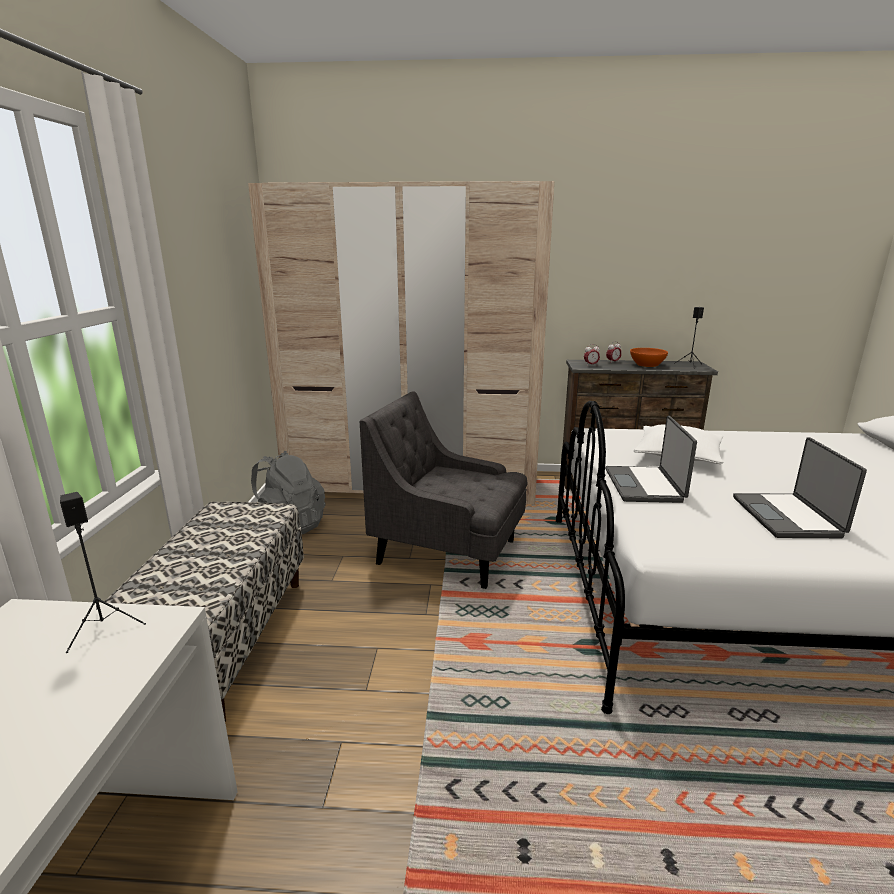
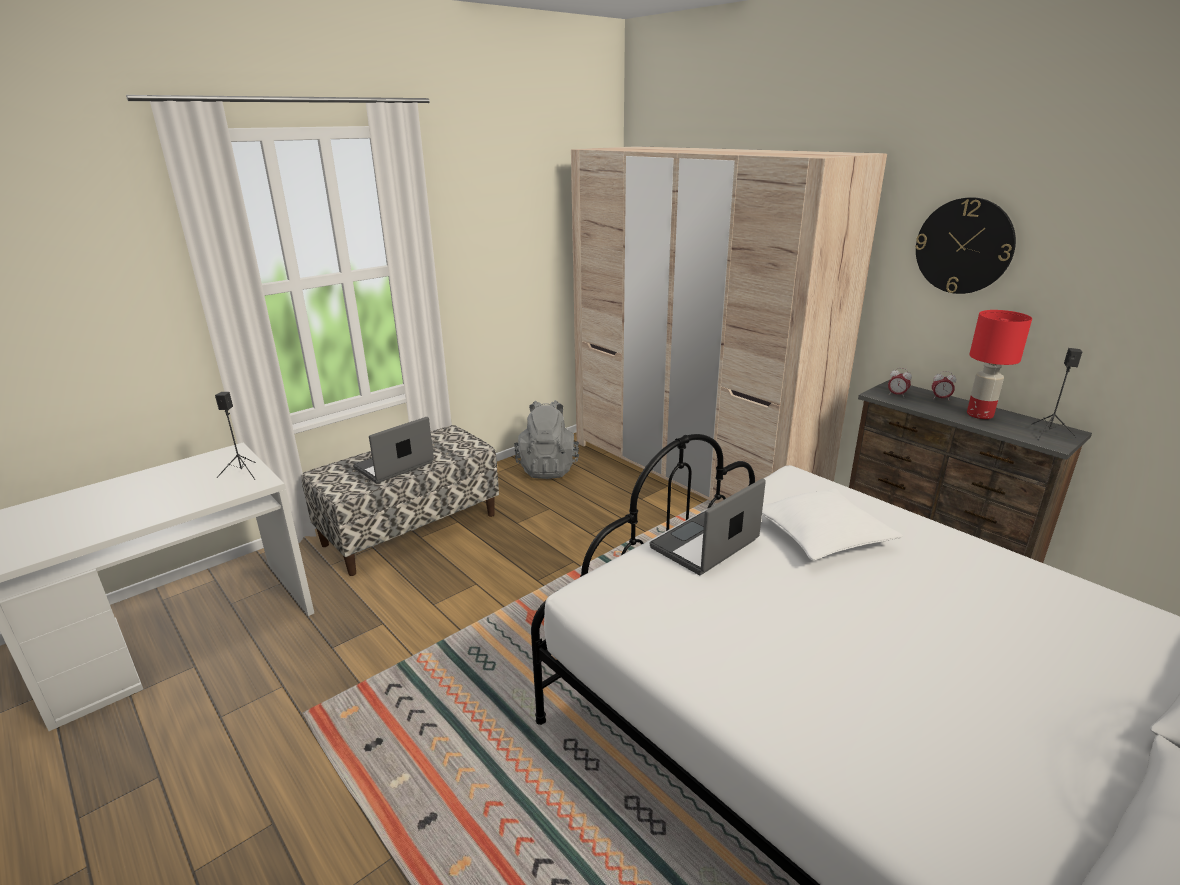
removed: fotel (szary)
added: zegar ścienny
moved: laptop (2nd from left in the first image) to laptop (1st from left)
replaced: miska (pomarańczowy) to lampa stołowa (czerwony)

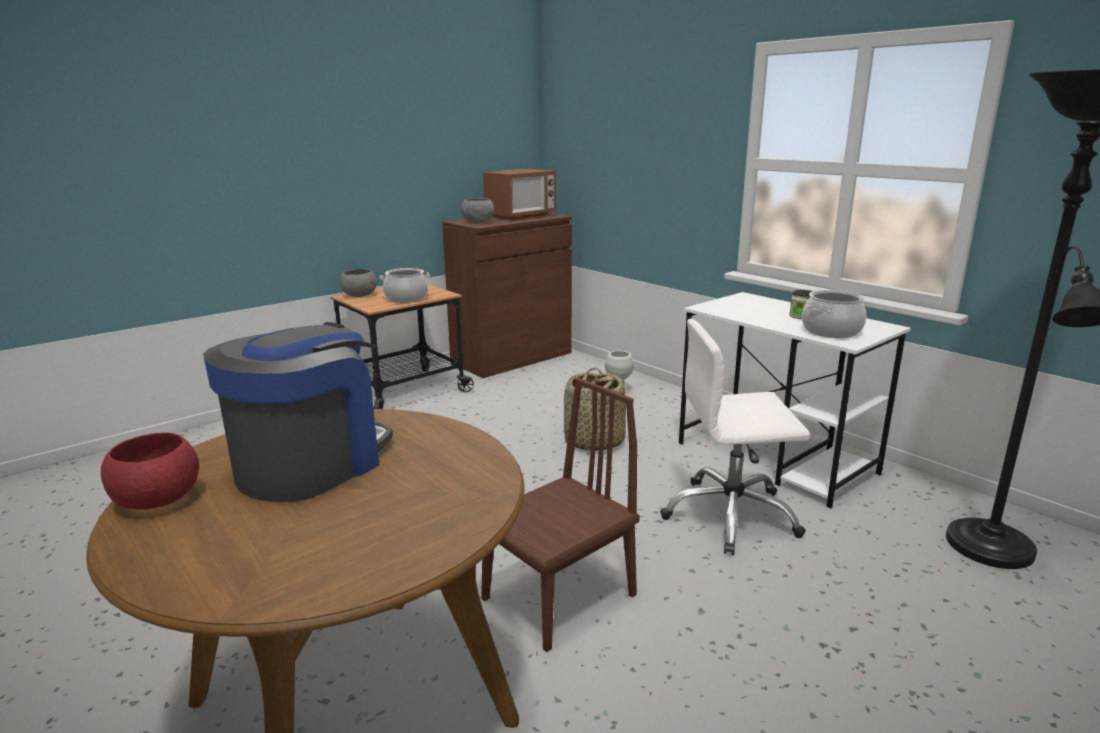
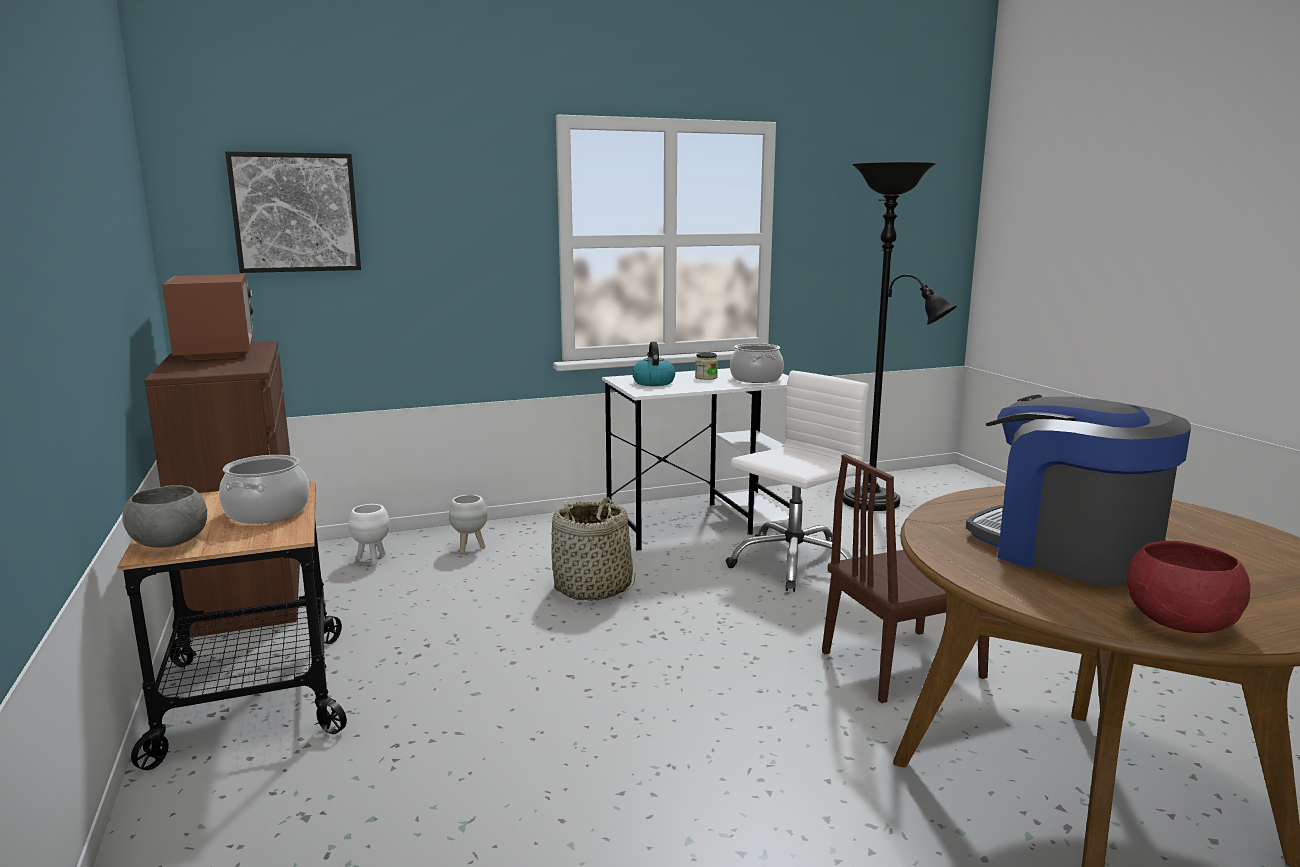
removed: miska (szary) (2nd from left)
added: obraz; czajnik; donica (biały) (1st from left)
turned: krzesło biurowe (biały) 150 degrees counterclockwise; krzesło (brązowy) 90 degrees counterclockwise

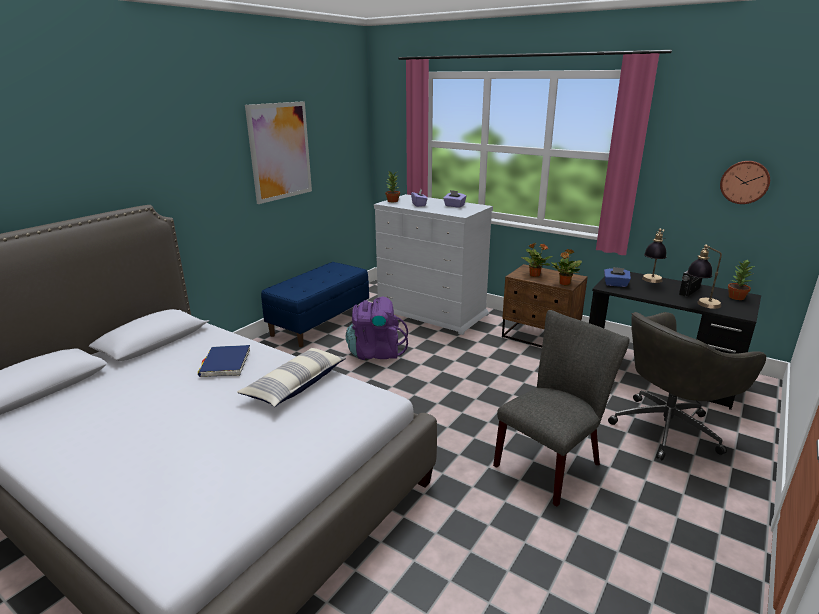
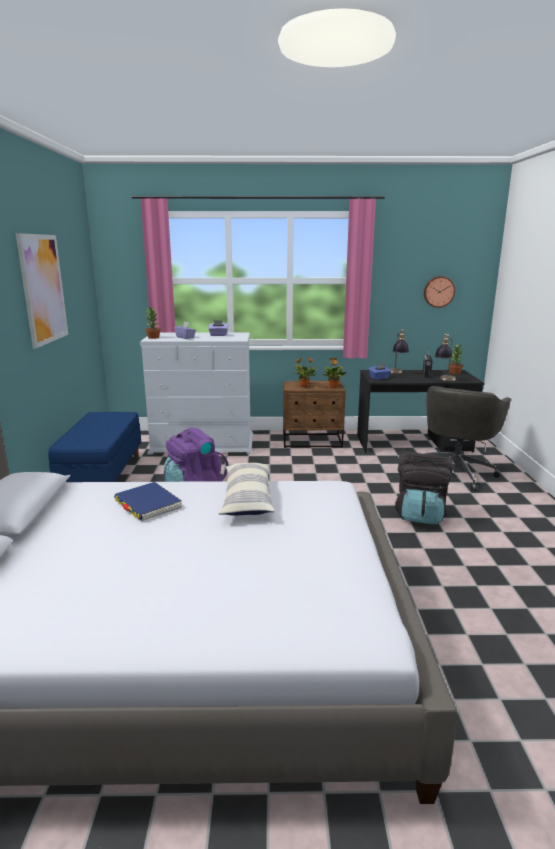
replaced: krzesło (szary) to plecak (czarny)

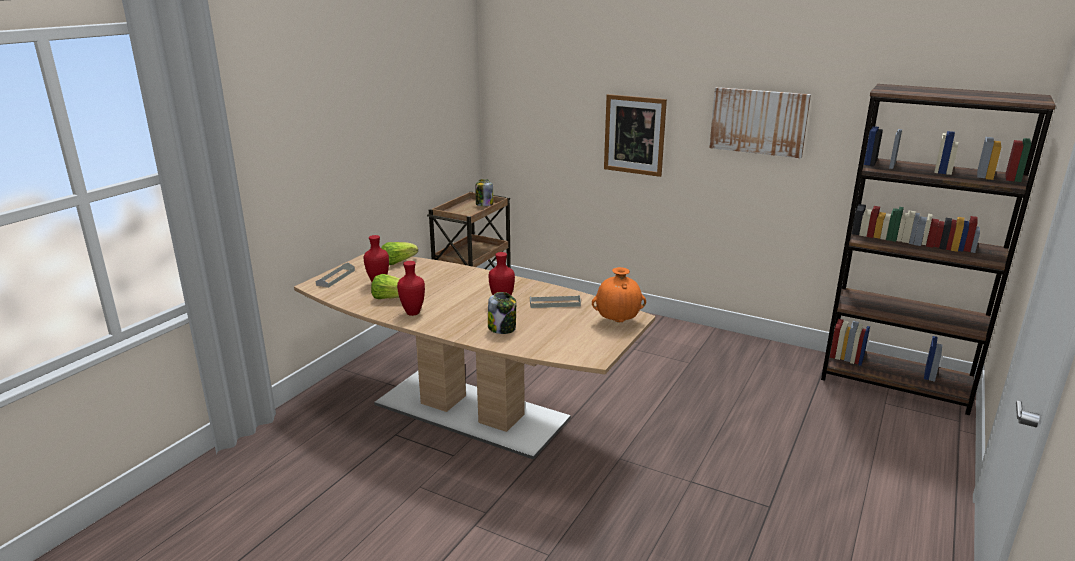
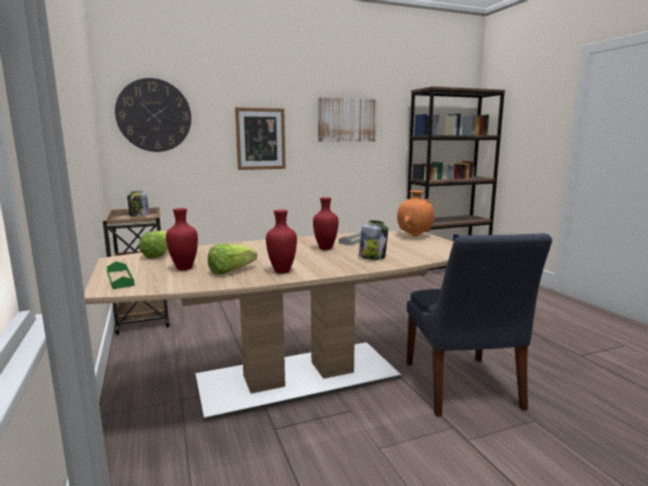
added: zegar ścienny; krzesło (niebieski)
recoloured: taca (szary) (1st from left) to taca (zielony)

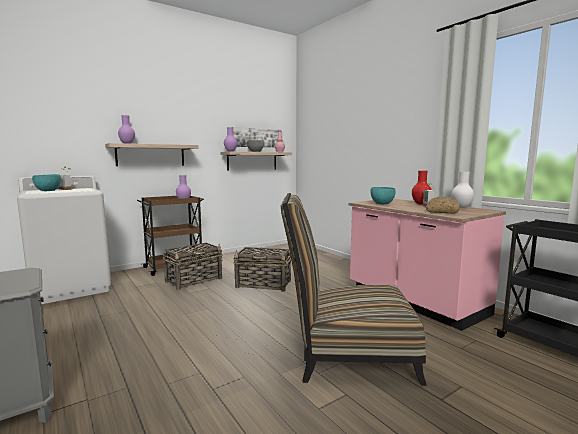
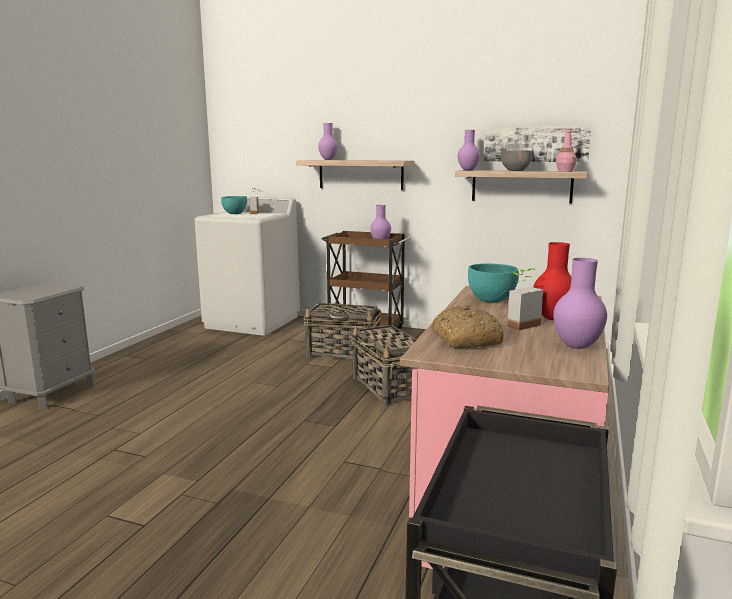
removed: krzesło
recoloured: wazon (biały) to wazon (fioletowy) (4th from left)

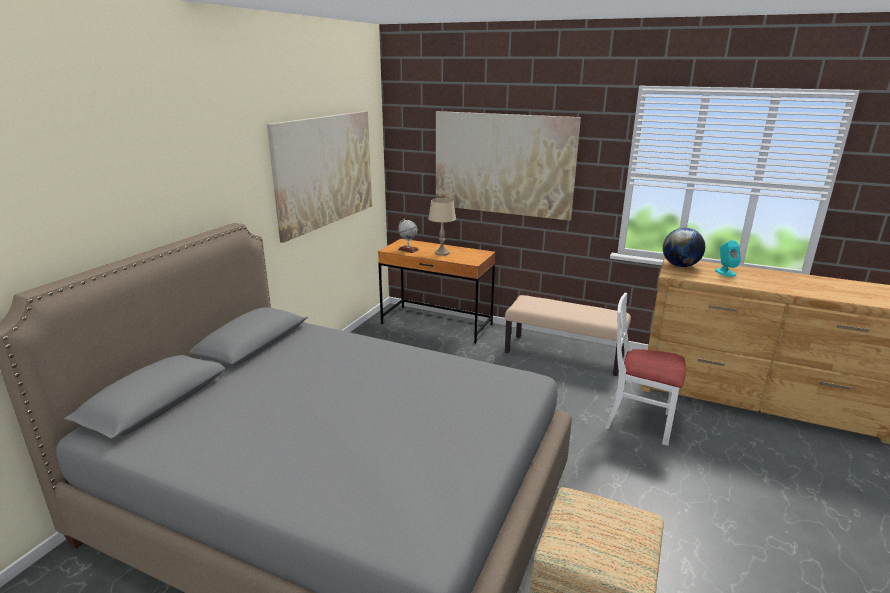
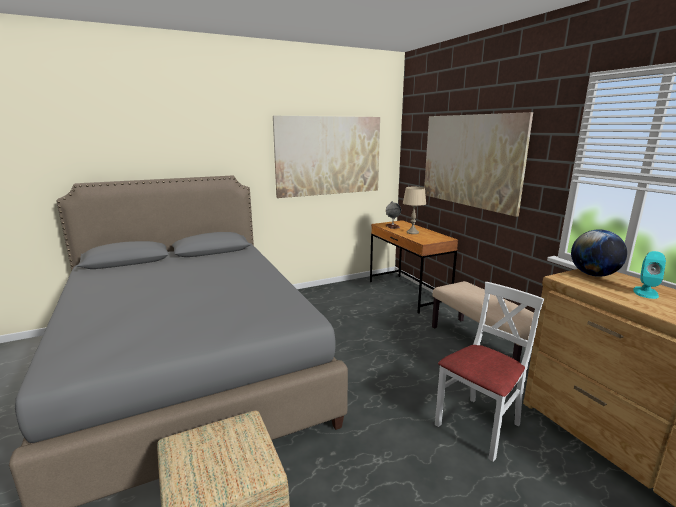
turned: krzesło (biały) 75 degrees clockwise

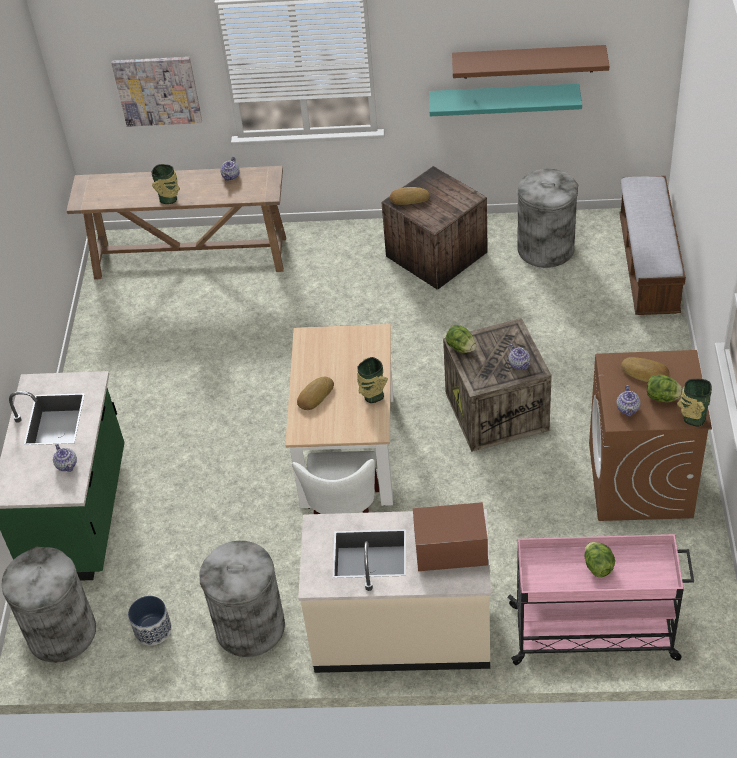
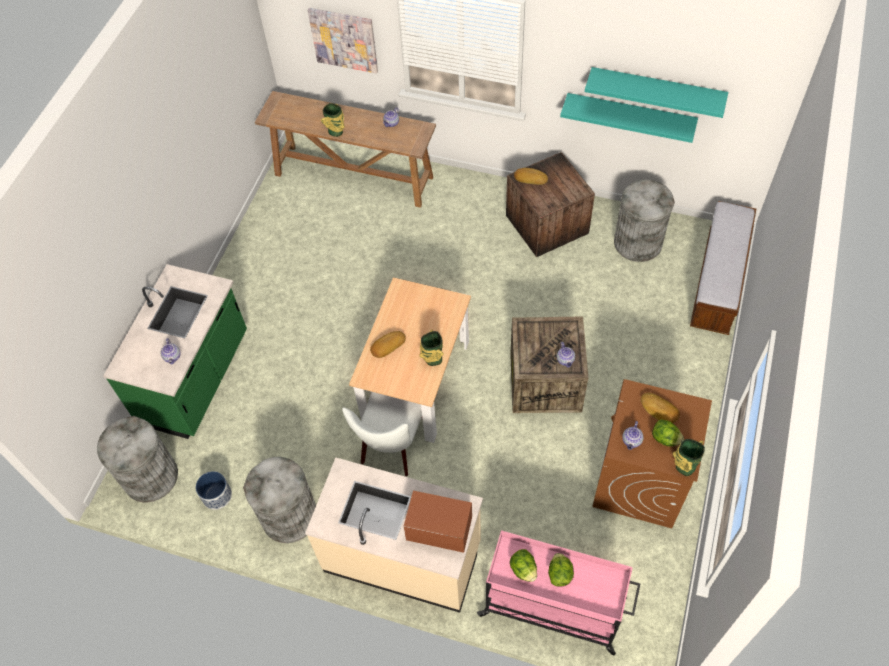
moved: sałata (1st from left)
recoloured: półka (brązowy) to półka (turkusowy) (2nd from left)

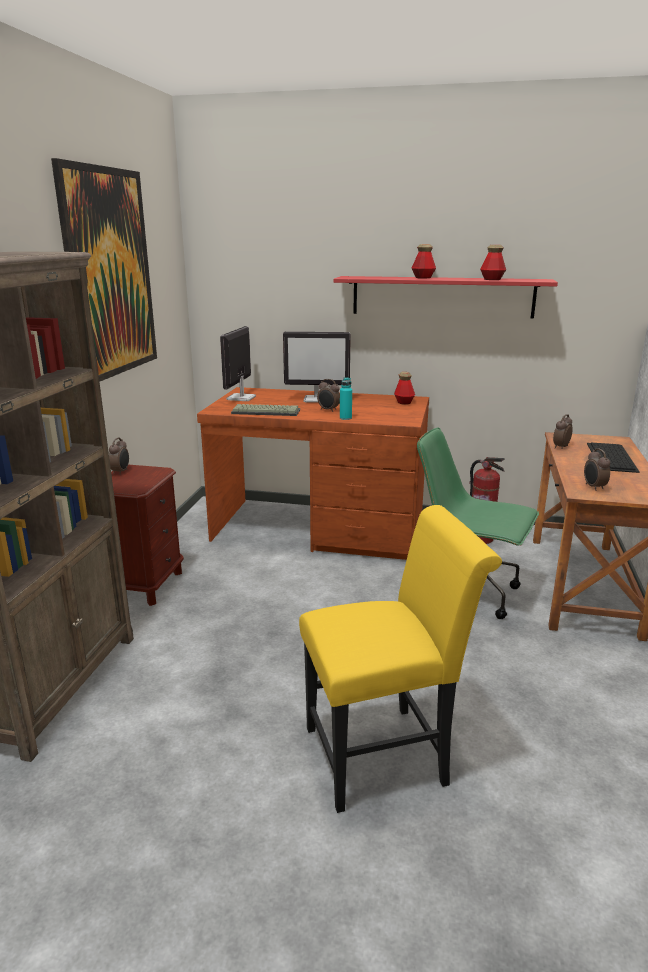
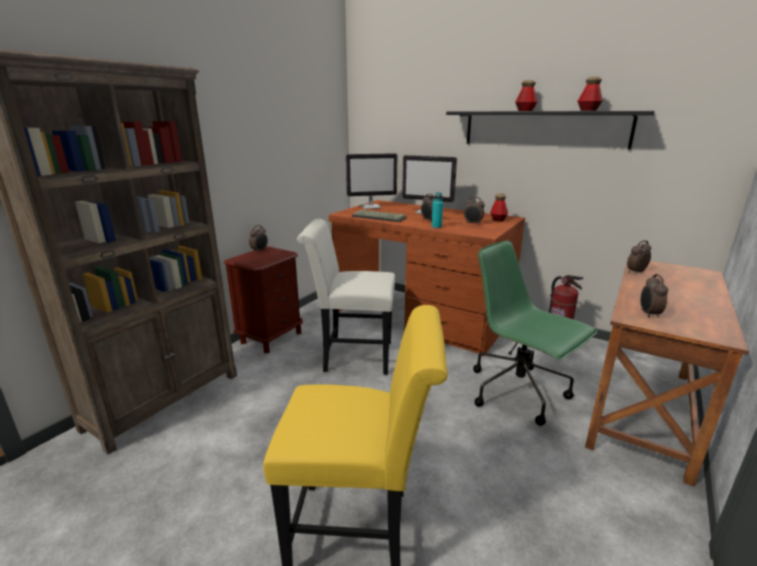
removed: obraz; klawiatura (2nd from left)
added: budzik (3rd from left); krzesło (biały)
recoloured: półka (czerwony) to półka (czarny)
turned: monitor (1st from left) 135 degrees counterclockwise

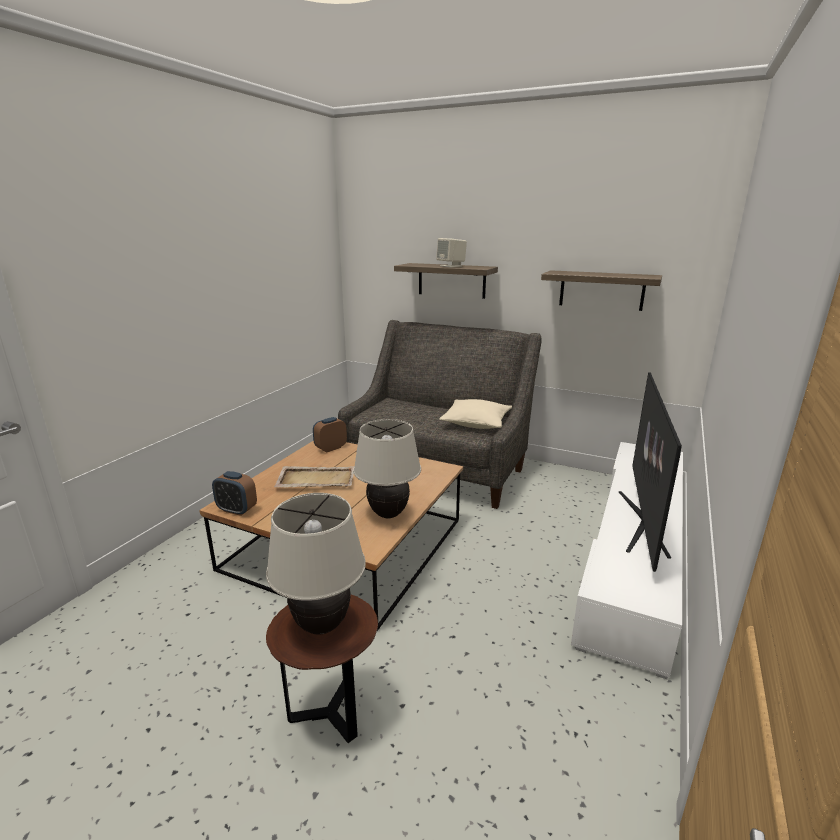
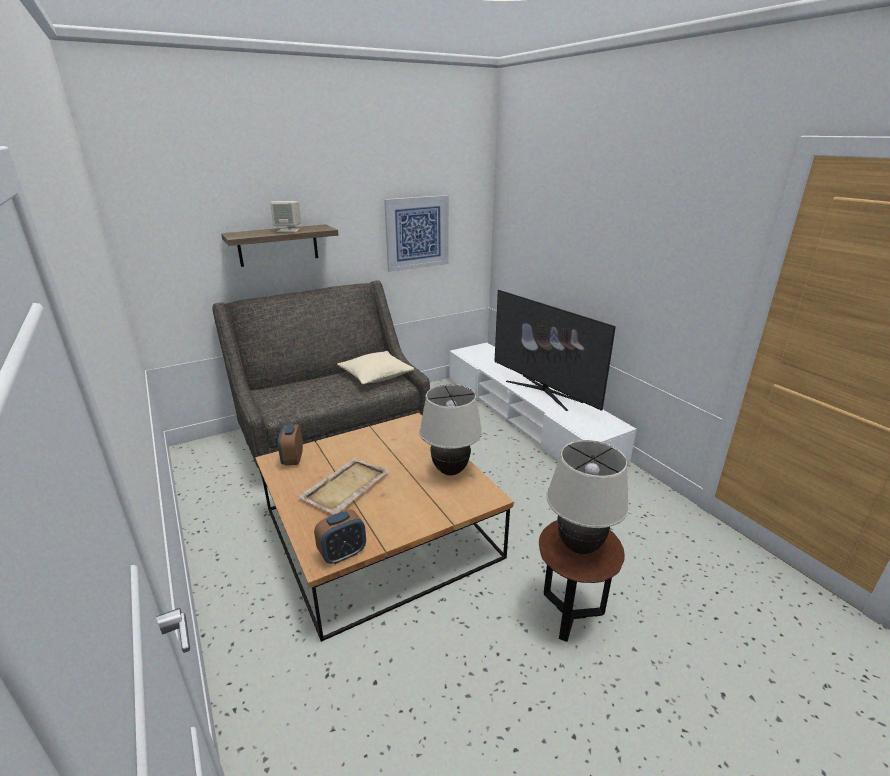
replaced: półka (2nd from left) to obraz

